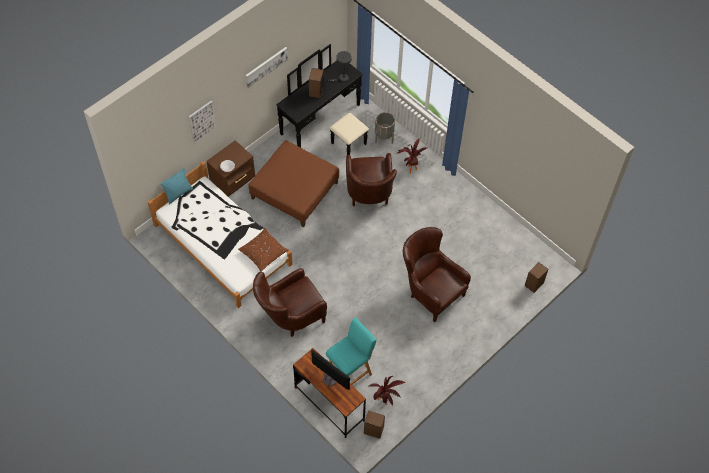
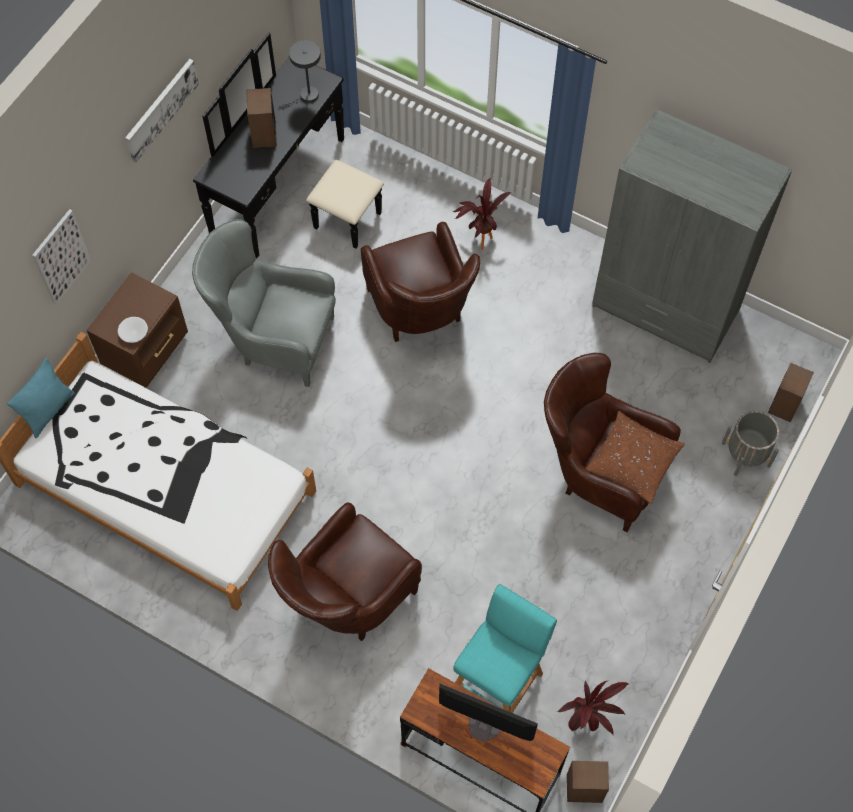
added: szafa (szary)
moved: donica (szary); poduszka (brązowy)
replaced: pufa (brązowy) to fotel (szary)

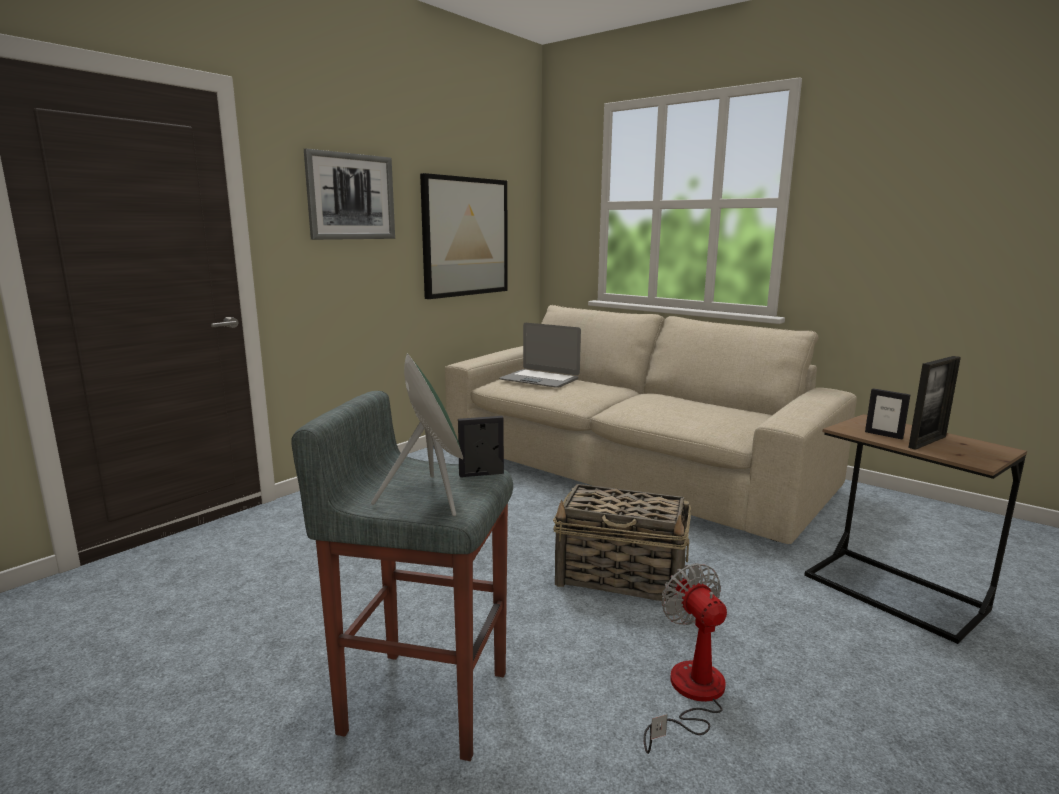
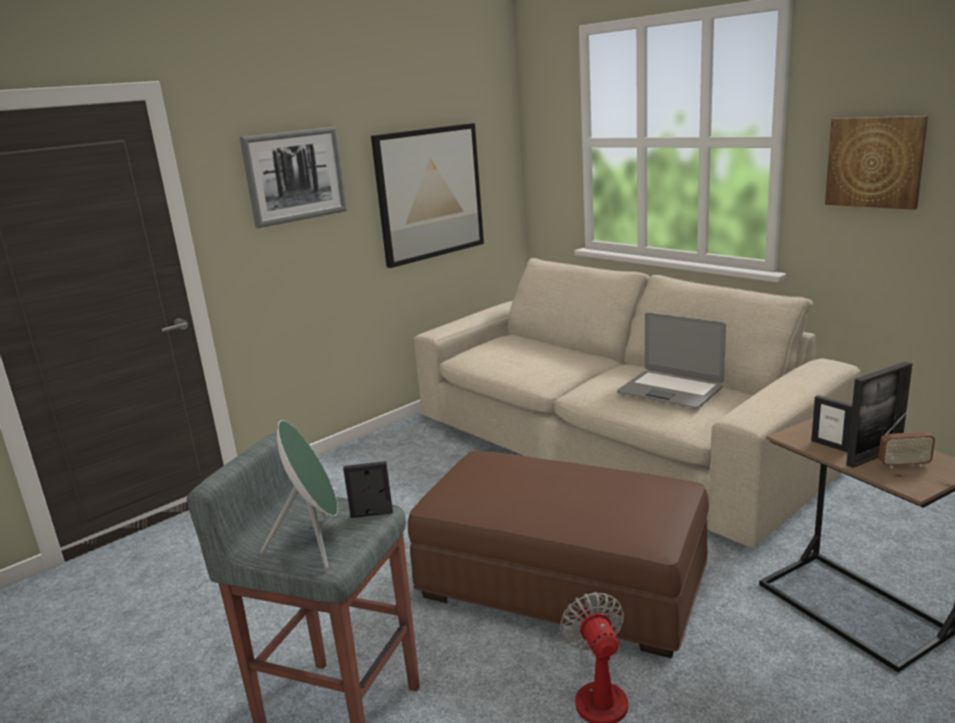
added: obraz (3rd from left); radio
moved: laptop
replaced: koszyk to pufa (brązowy)

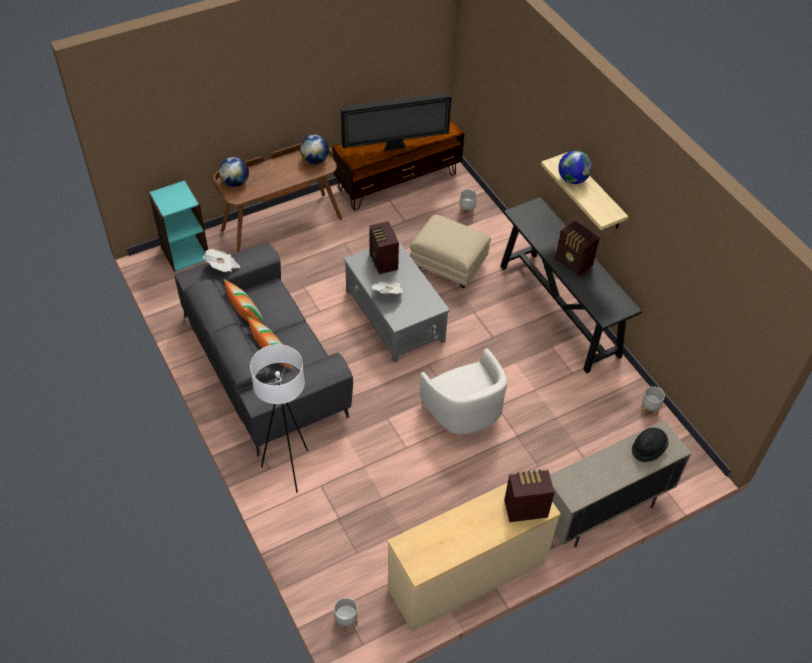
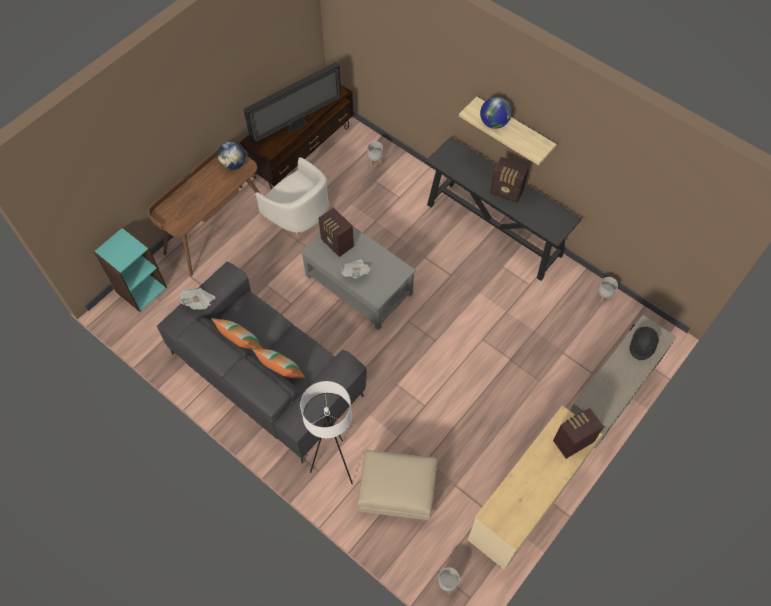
removed: globus (1st from left)
moved: pufa (beżowy); fotel (biały)

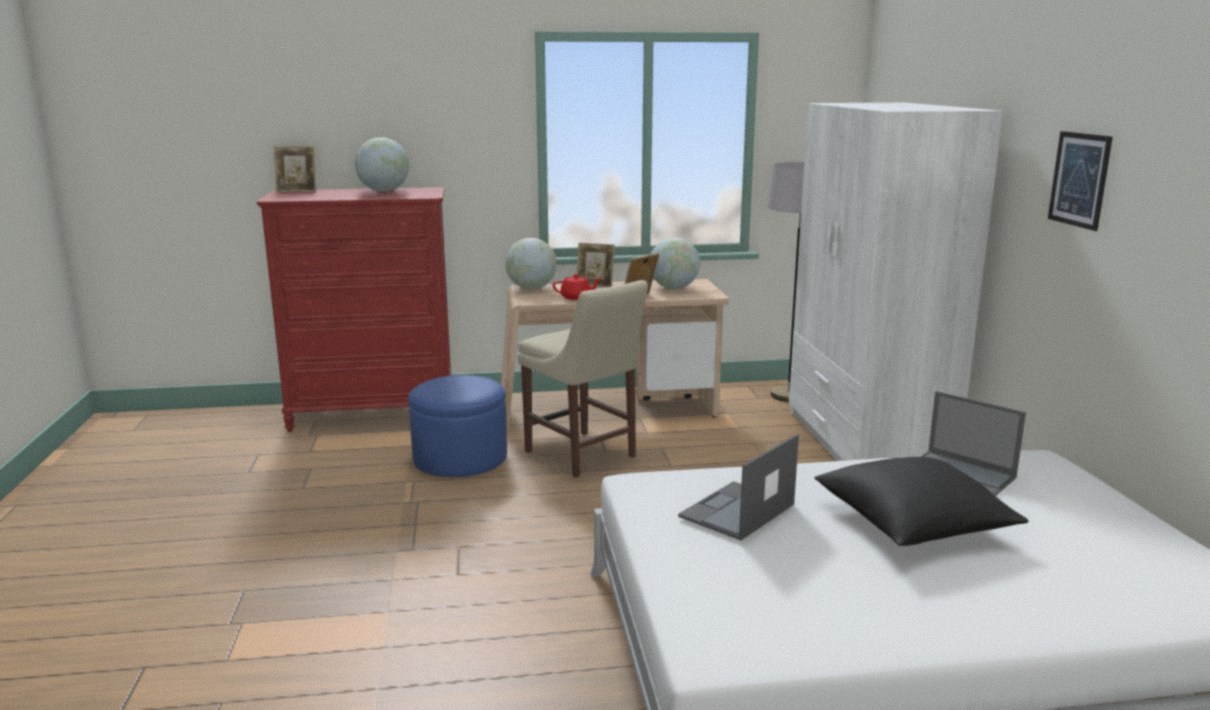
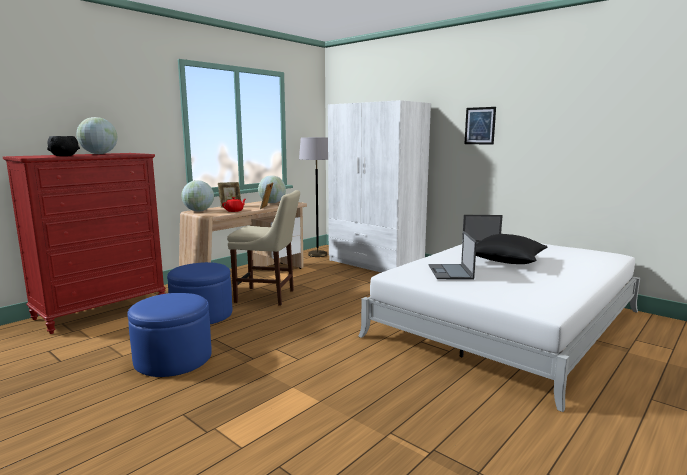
removed: ramka na zdjęcie (1st from left)
added: miska (czarny); pufa (niebieski) (1st from left)

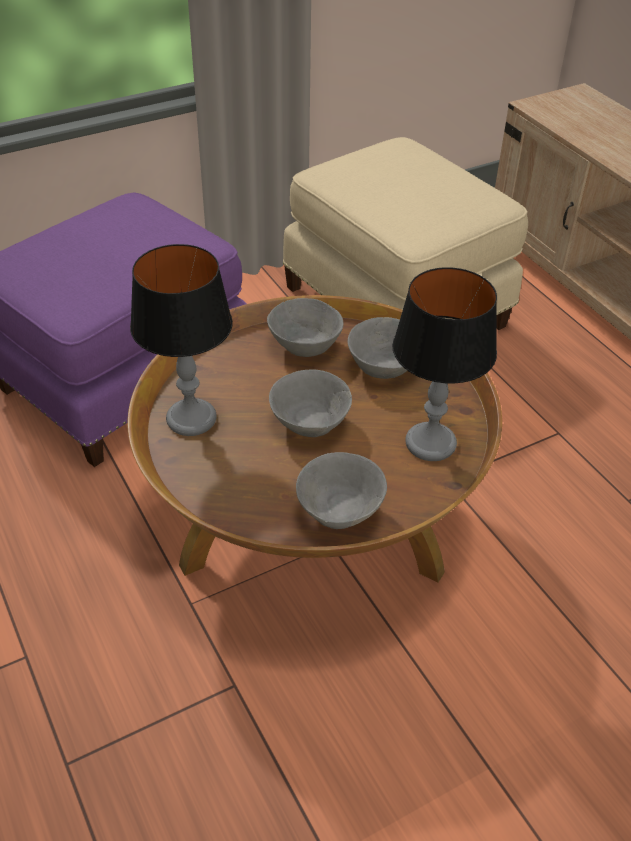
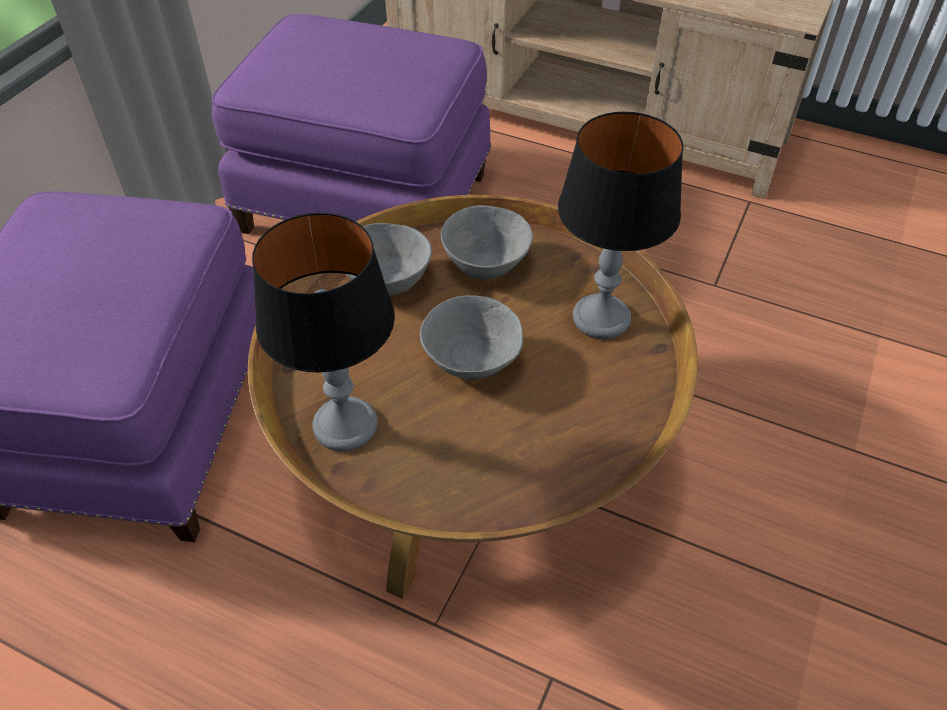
removed: miska (szary) (3rd from left)
recoloured: pufa (beżowy) to pufa (fioletowy) (2nd from left)

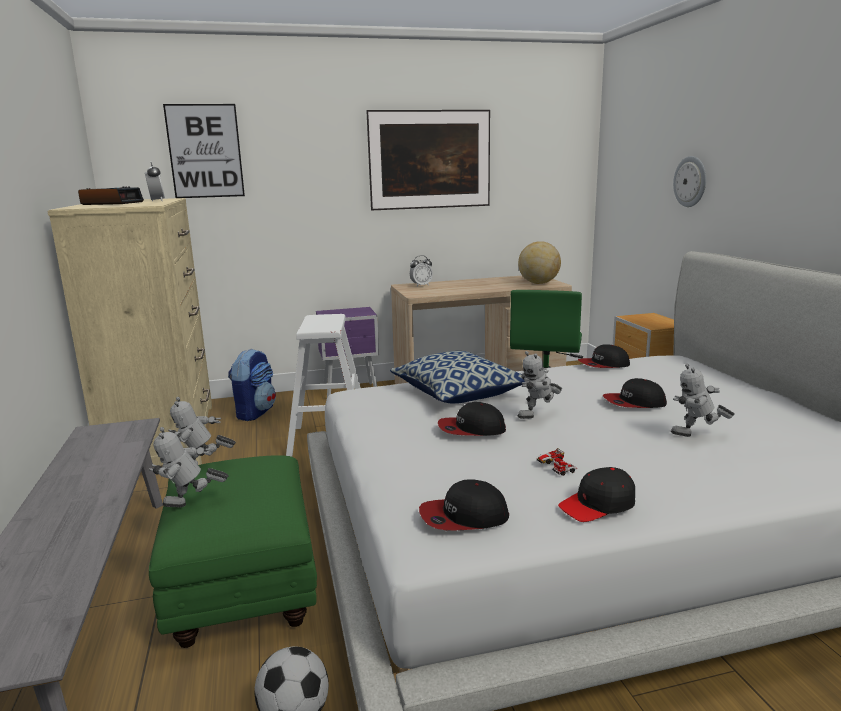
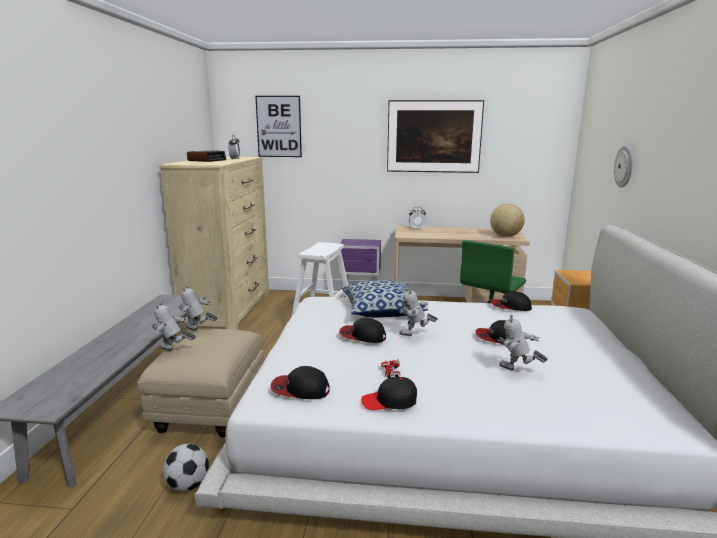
removed: plecak
recoloured: pufa (zielony) to pufa (beżowy)

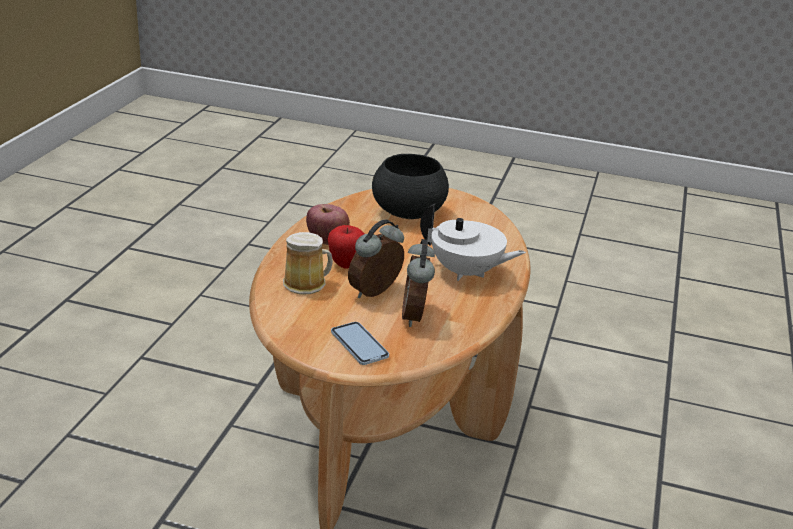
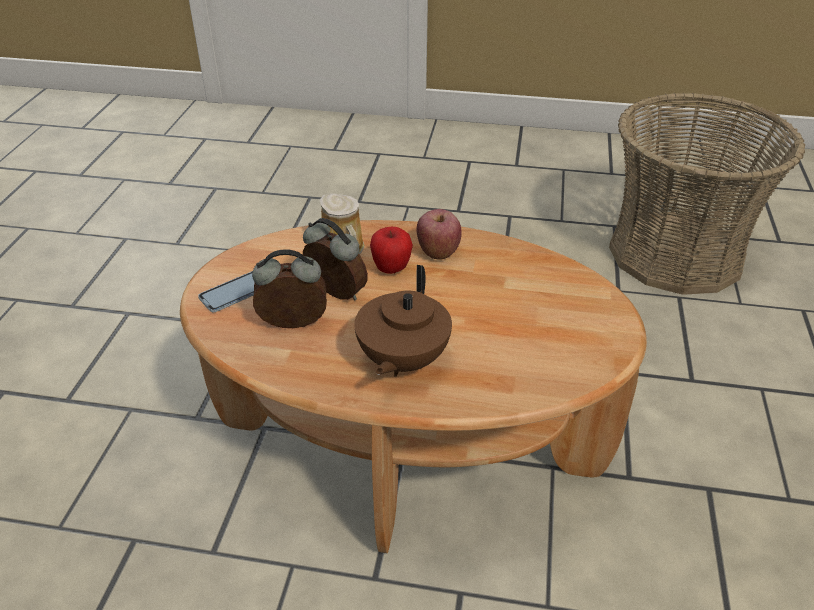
removed: miska (czarny)
added: koszyk
recoloured: imbryk (biały) to imbryk (brązowy)

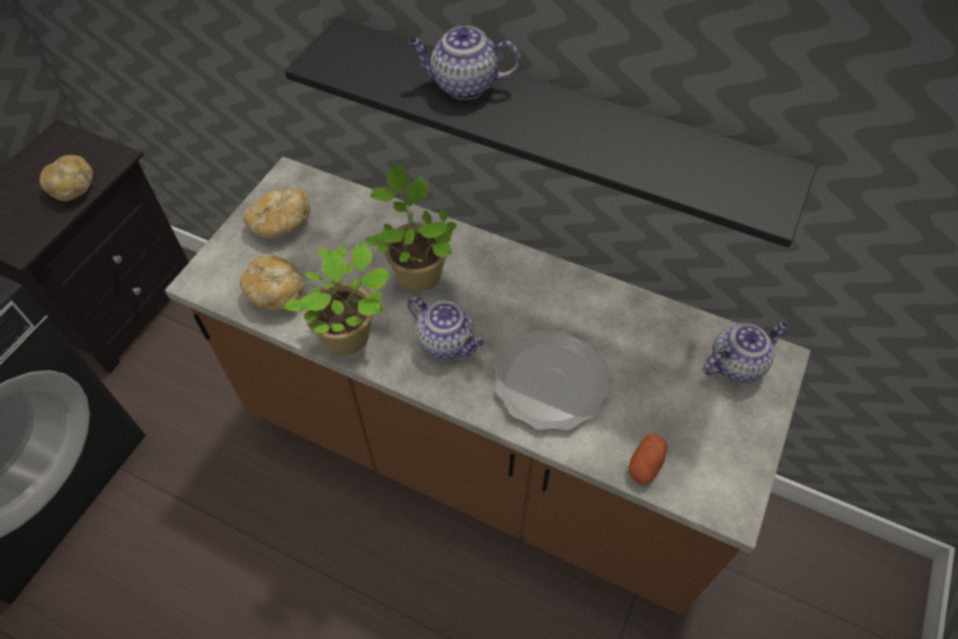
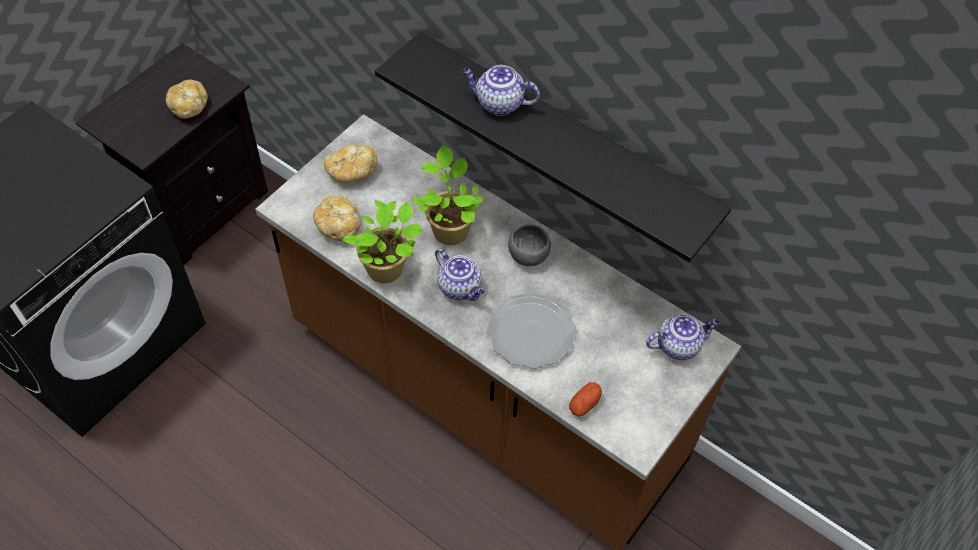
added: miska (szary)

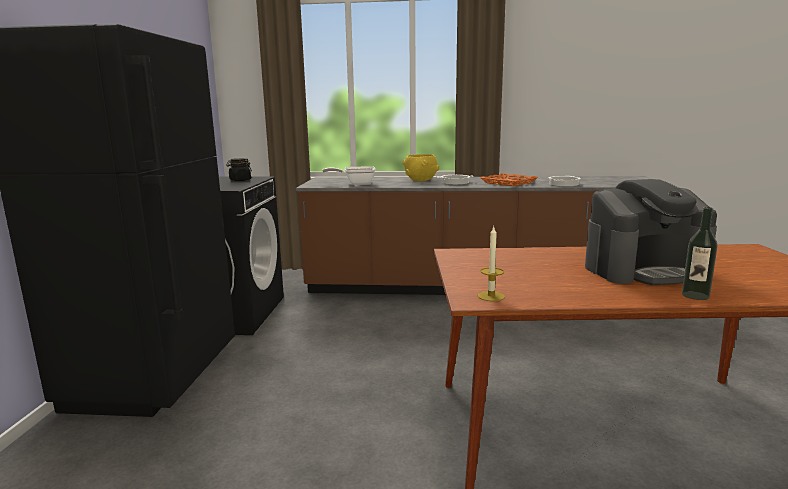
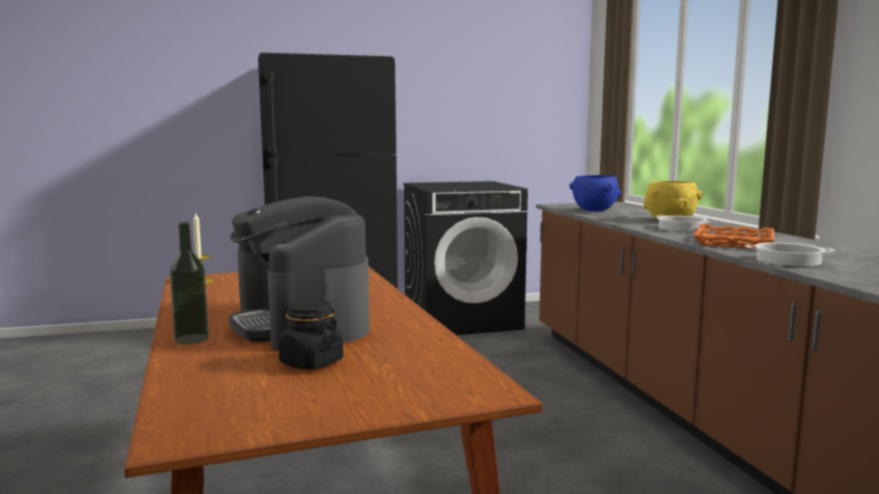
moved: słoik (czarny)
replaced: patelnia to miska (niebieski)

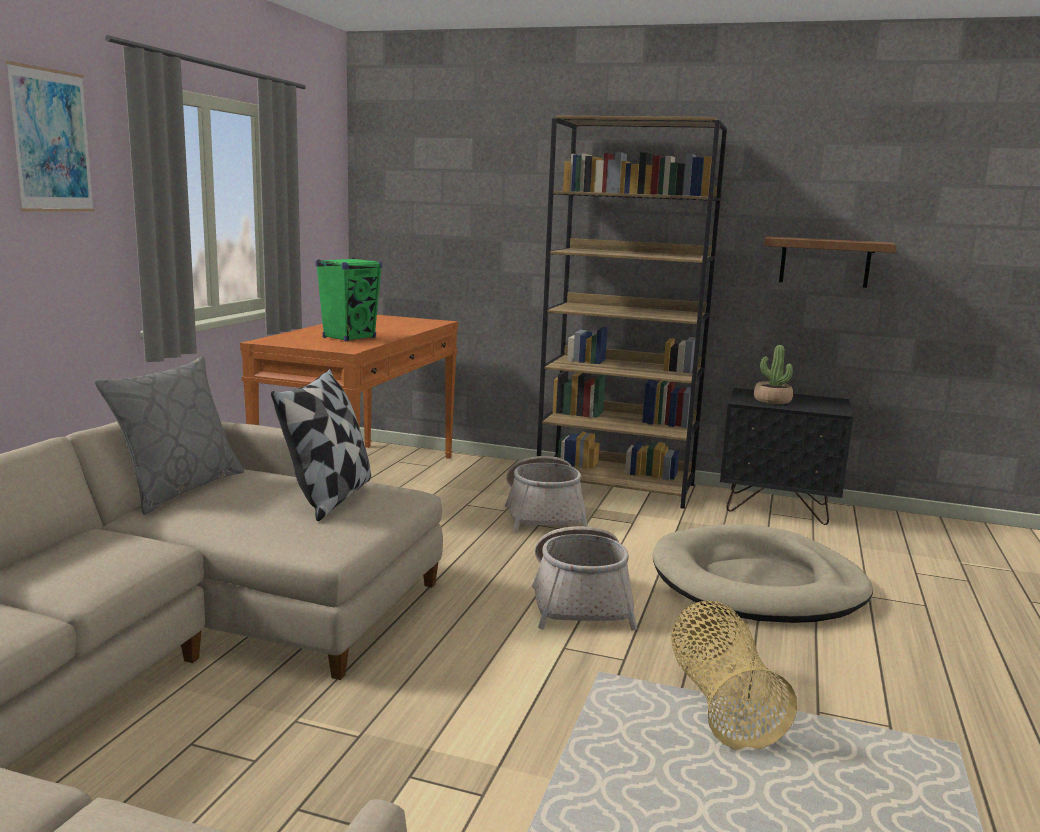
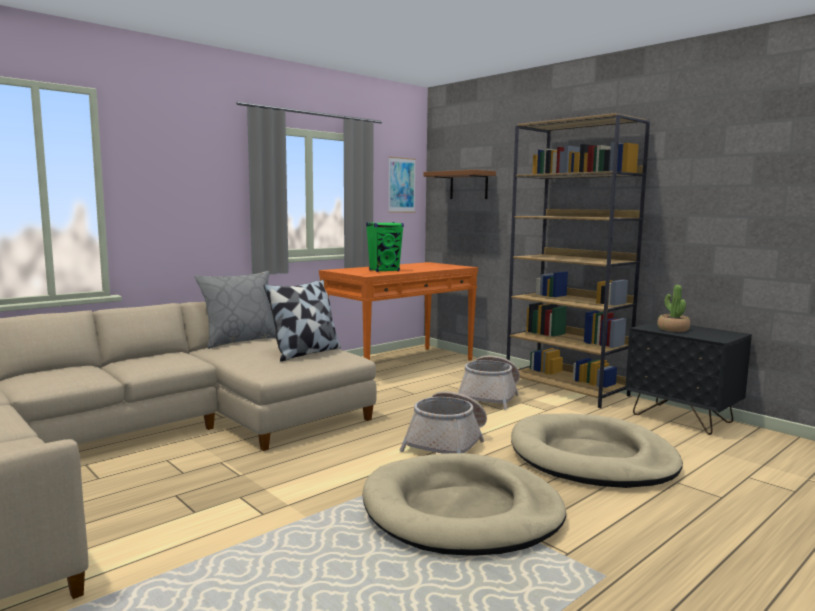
moved: obraz; półka (brązowy)
replaced: koszyk (3rd from left) to legowisko (beżowy) (1st from left)

